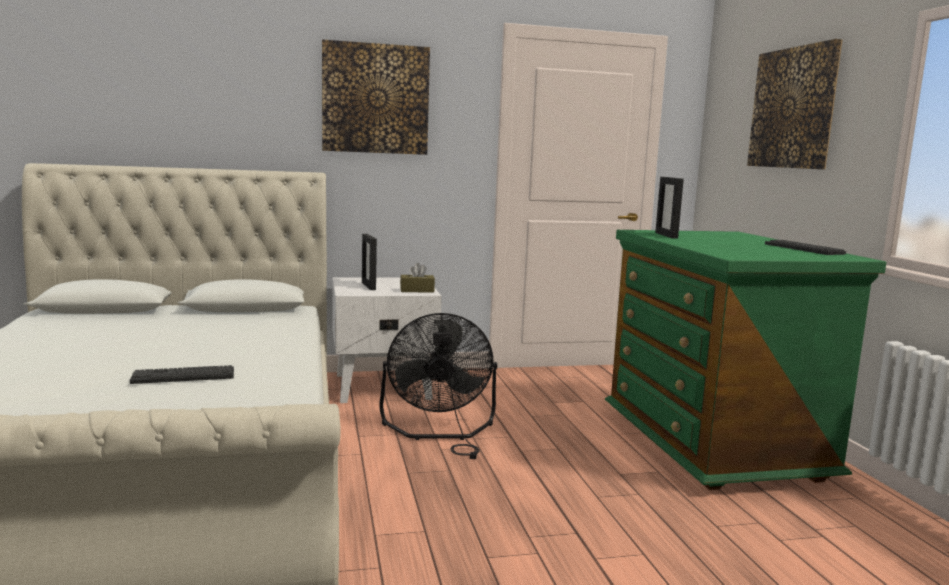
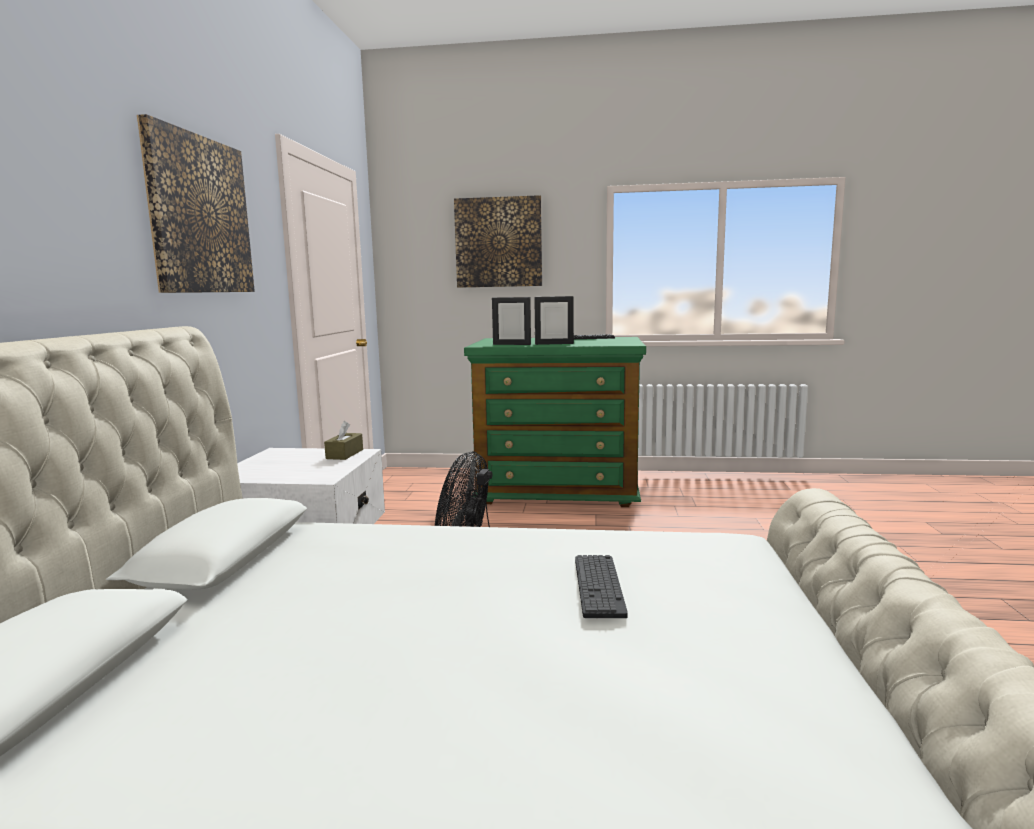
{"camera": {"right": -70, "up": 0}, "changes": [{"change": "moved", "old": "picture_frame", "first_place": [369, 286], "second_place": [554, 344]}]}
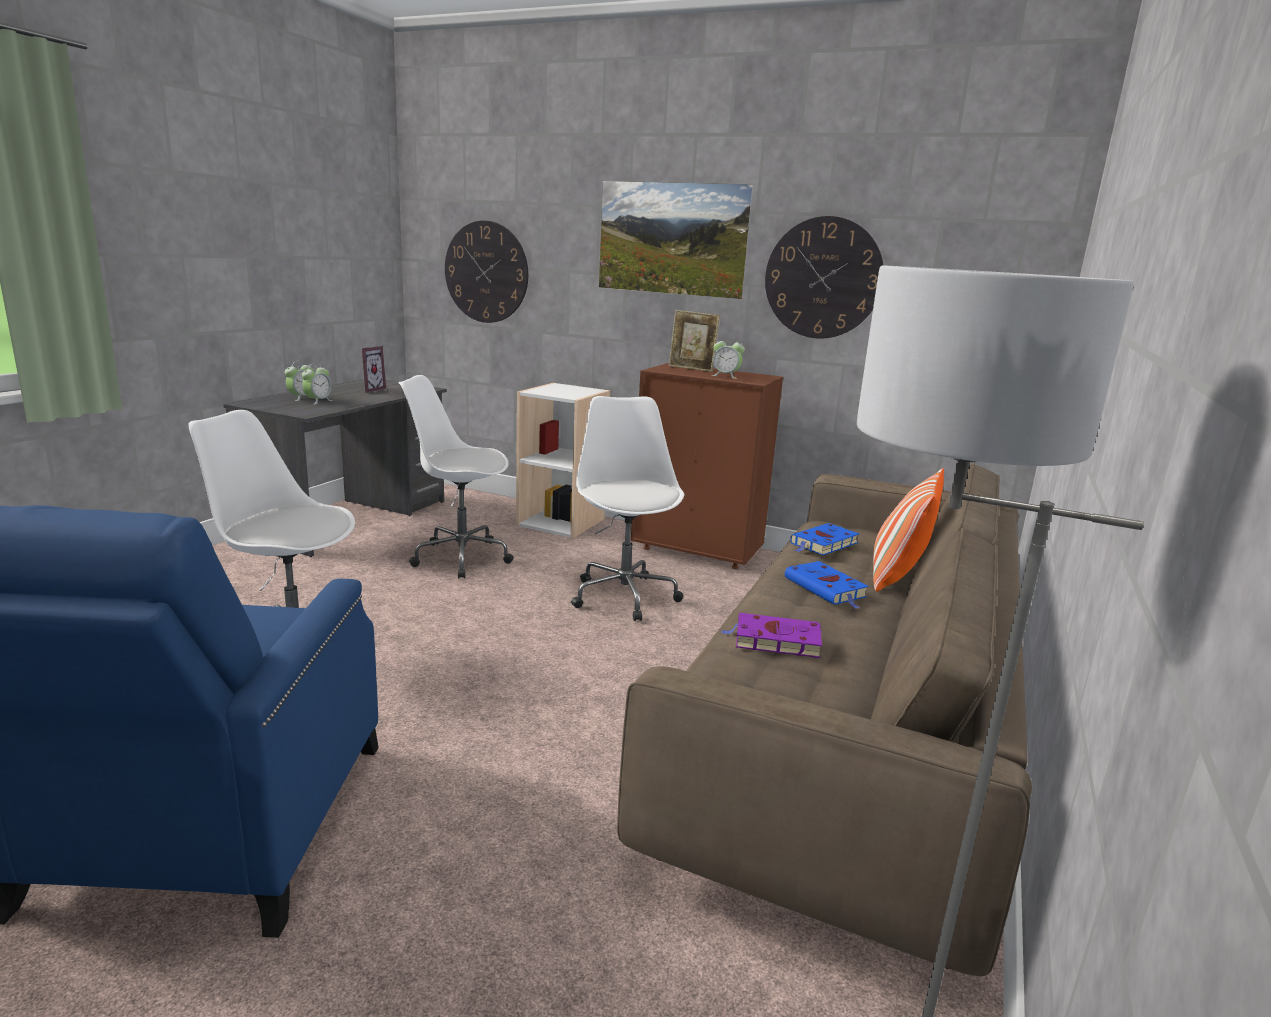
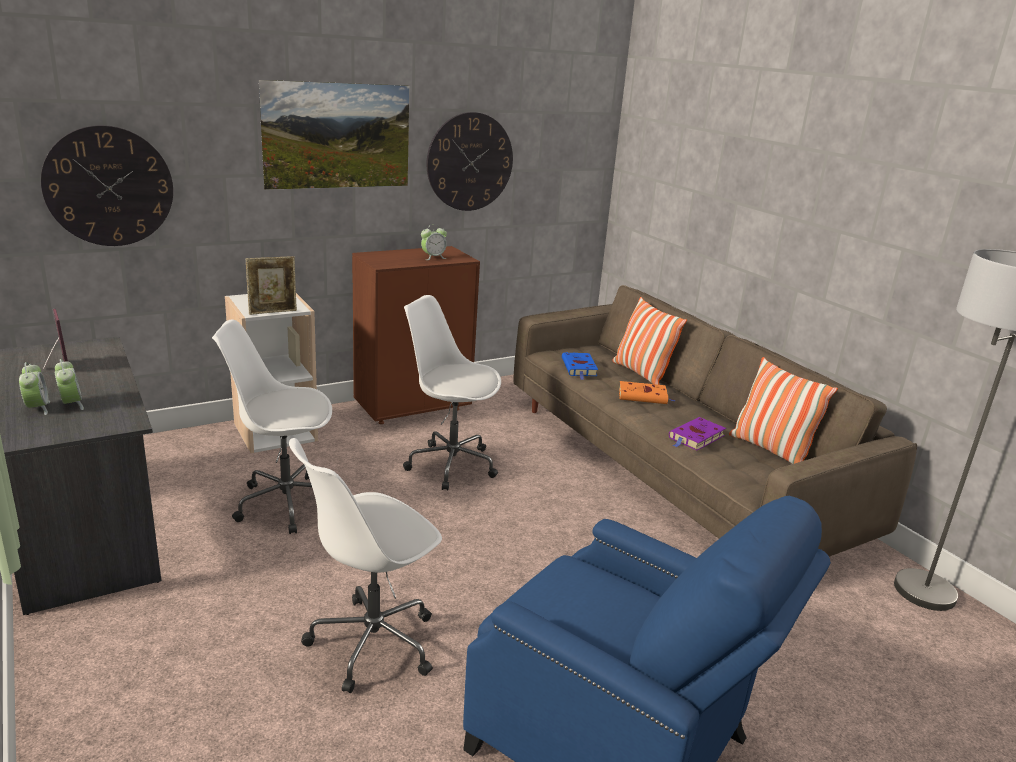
{"camera": {"right": -55, "up": 5}, "changes": [{"change": "turned", "old": "white_office_chair", "first_place": [459, 558], "second_place": [283, 504], "degrees": 45}, {"change": "moved", "old": "picture_frame", "first_place": [691, 369], "second_place": [273, 312]}, {"change": "recoloured", "old": "blue_book", "new": "orange_book", "first_place": [827, 588], "second_place": [644, 396]}, {"change": "added", "new": "pillow", "second_place": [770, 449]}]}
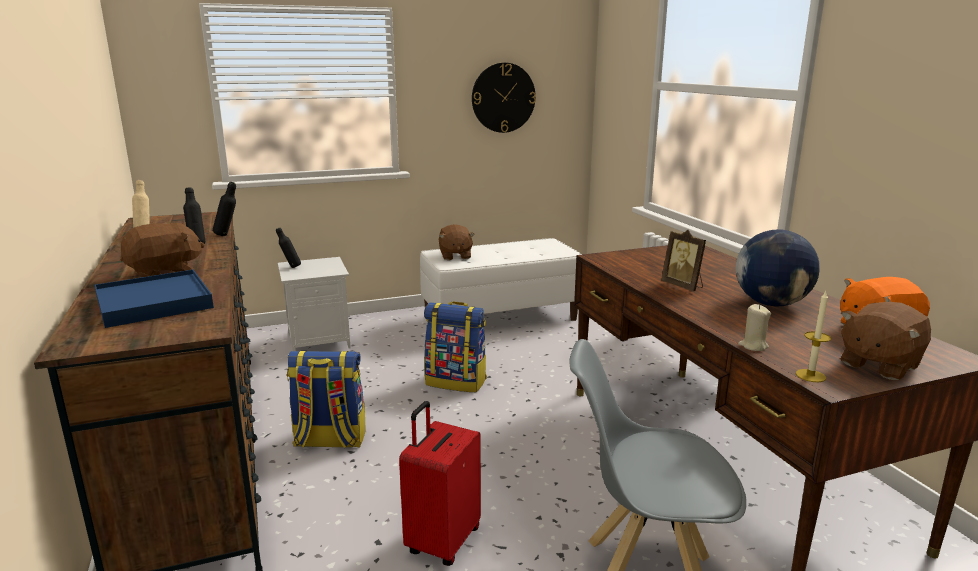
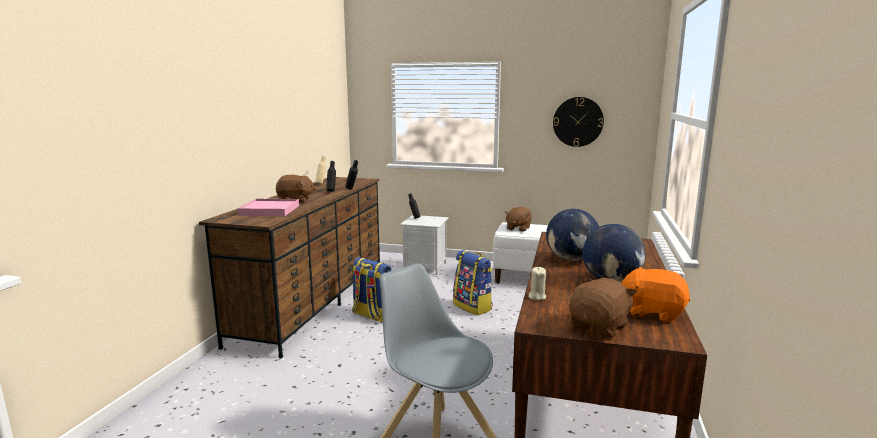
{"camera": {"right": 35, "up": -5}, "changes": [{"change": "recoloured", "old": "blue_tray", "new": "pink_tray", "first_place": [154, 303], "second_place": [269, 210]}, {"change": "removed", "old": "red_suitcase", "first_place": [442, 541]}, {"change": "replaced", "old": "picture_frame", "new": "globe", "first_place": [683, 286], "second_place": [571, 260]}, {"change": "removed", "old": "candle", "first_place": [810, 375]}, {"change": "turned", "old": "brown_plush_toy", "first_place": [878, 364], "second_place": [600, 326], "degrees": 135}]}
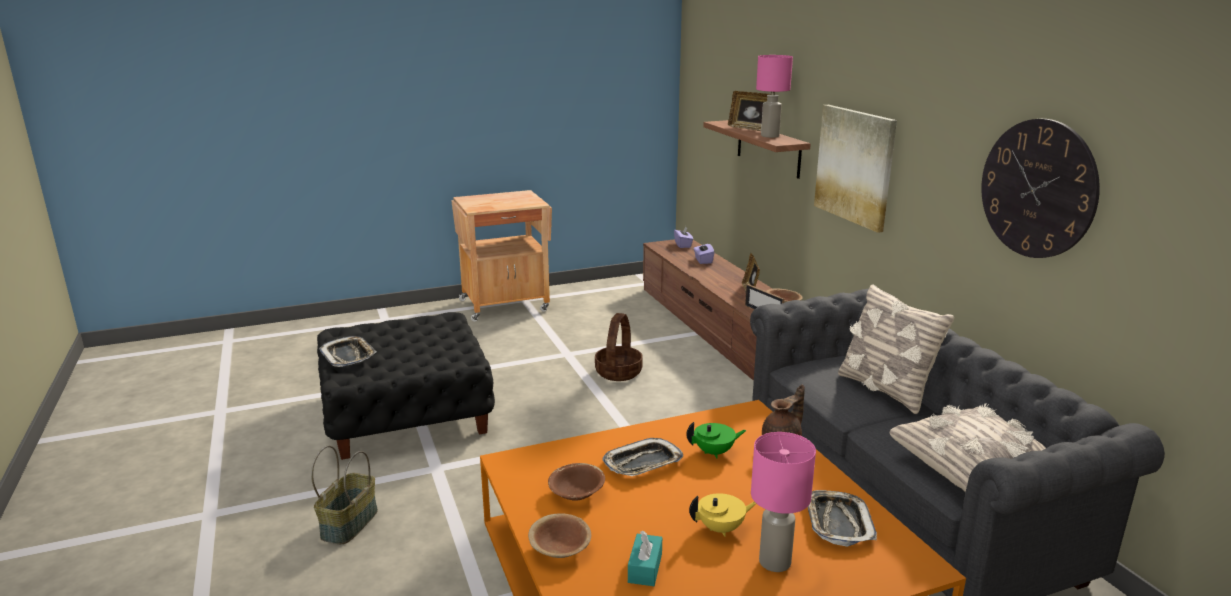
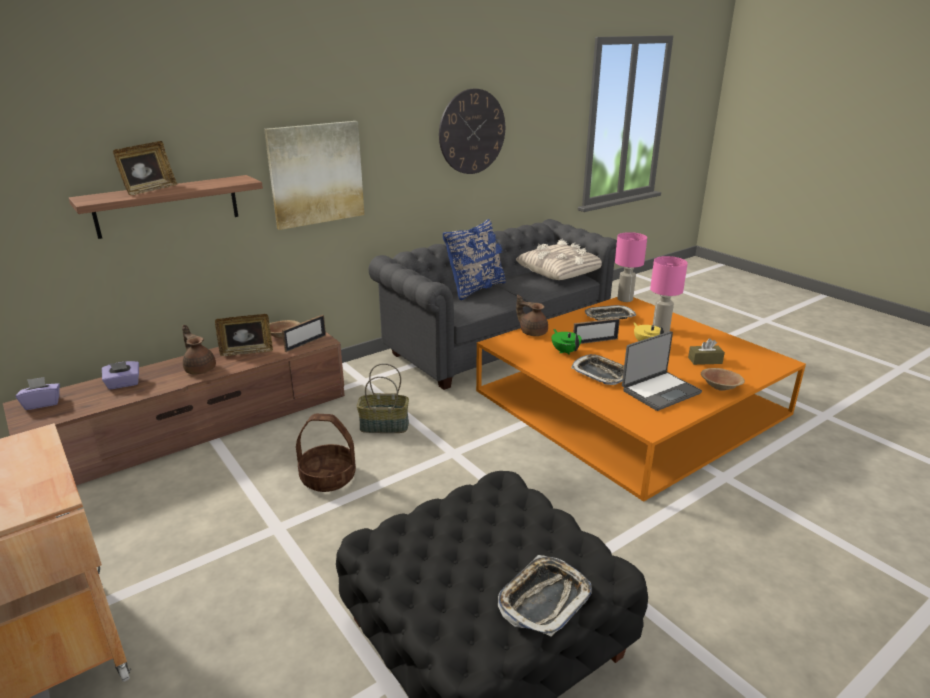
{"camera": {"right": -105, "up": 5}, "changes": [{"change": "moved", "old": "basket", "first_place": [349, 523], "second_place": [383, 426]}, {"change": "replaced", "old": "brown_bowl", "new": "laptop", "first_place": [576, 494], "second_place": [660, 391]}, {"change": "recoloured", "old": "turquoise_tissue_box", "new": "brown_tissue_box", "first_place": [645, 568], "second_place": [705, 360]}, {"change": "moved", "old": "pink_table_lamp", "first_place": [769, 136], "second_place": [625, 299]}, {"change": "recoloured", "old": "beige_pillow", "new": "blue_pillow", "first_place": [884, 390], "second_place": [476, 289]}, {"change": "added", "new": "brown_teapot", "second_place": [200, 369]}, {"change": "added", "new": "picture_frame", "second_place": [595, 341]}]}
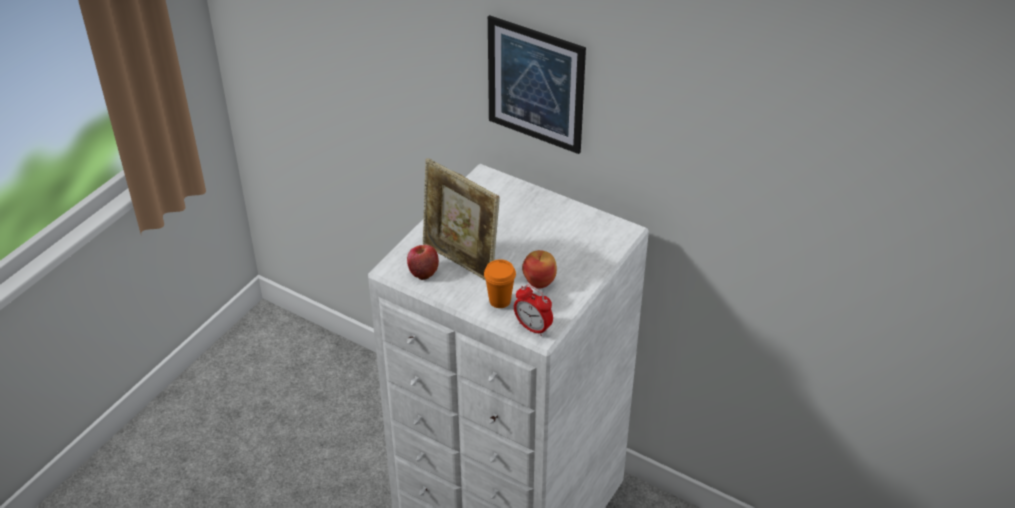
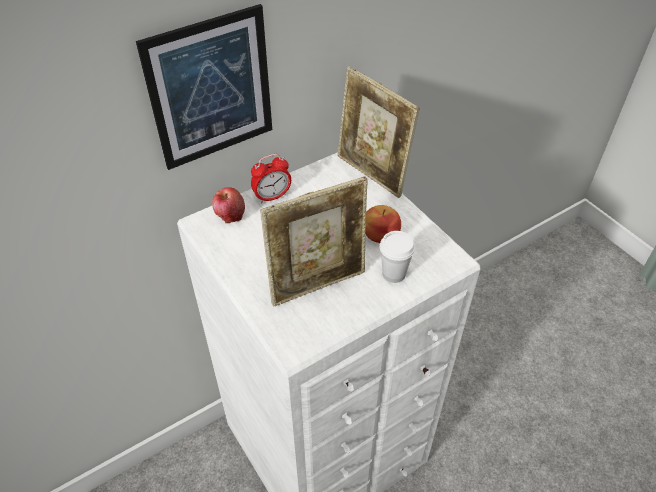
{"camera": {"right": -65, "up": 5}, "changes": [{"change": "moved", "old": "apple", "first_place": [423, 271], "second_place": [230, 215]}, {"change": "recoloured", "old": "orange_cup", "new": "white_cup", "first_place": [500, 300], "second_place": [394, 274]}, {"change": "moved", "old": "alarm_clock", "first_place": [533, 327], "second_place": [272, 196]}, {"change": "added", "new": "picture_frame", "second_place": [371, 175]}]}
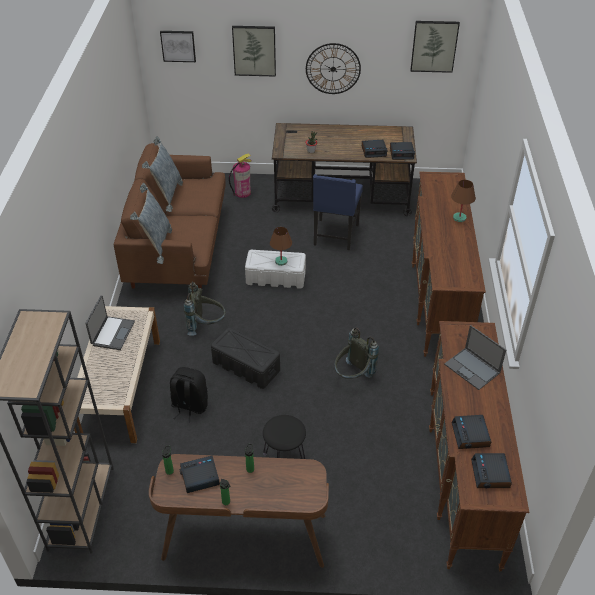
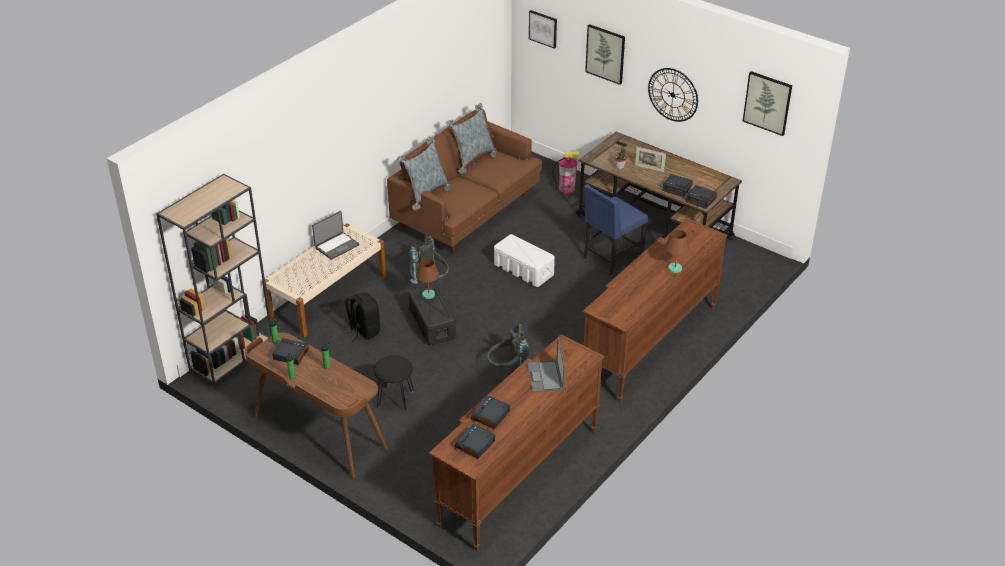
{"camera": {"right": 35, "up": -5}, "changes": [{"change": "moved", "old": "brown_table_lamp", "first_place": [281, 261], "second_place": [428, 295]}, {"change": "added", "new": "picture_frame", "second_place": [649, 168]}]}
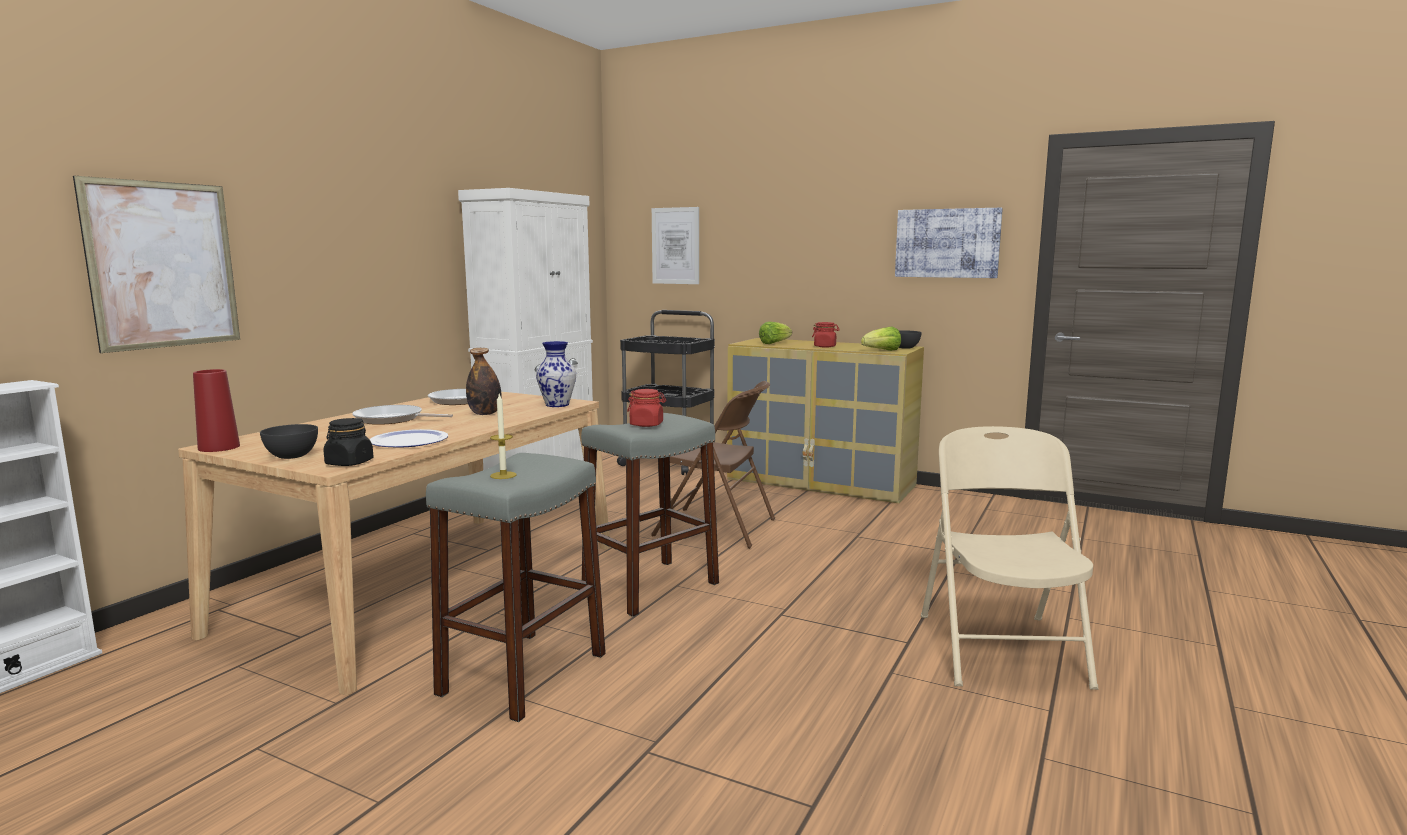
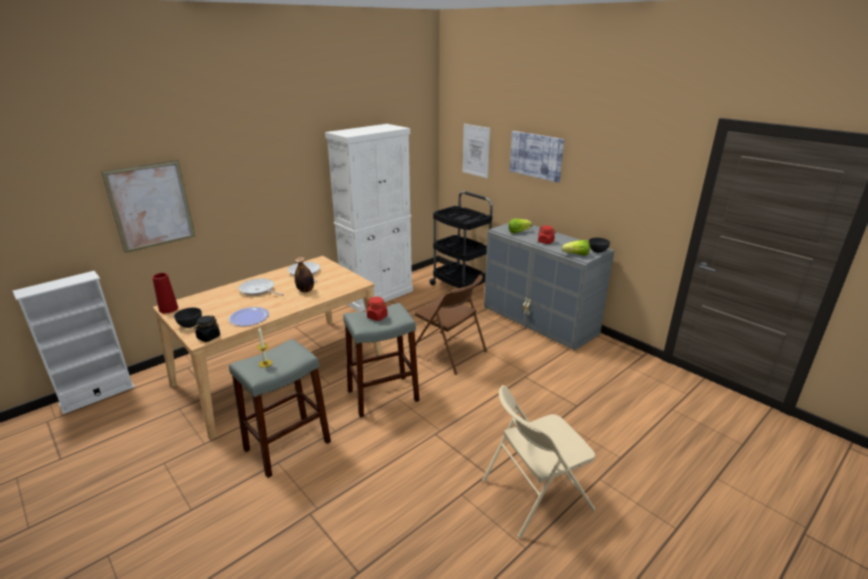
{"camera": {"right": 20, "up": 15}, "changes": [{"change": "removed", "old": "vase", "first_place": [557, 405]}, {"change": "recoloured", "old": "yellow_cabinet", "new": "grey_cabinet", "first_place": [820, 482], "second_place": [539, 321]}, {"change": "moved", "old": "picture", "first_place": [947, 243], "second_place": [536, 155]}, {"change": "turned", "old": "beige_chair", "first_place": [1002, 650], "second_place": [536, 494], "degrees": -135}]}
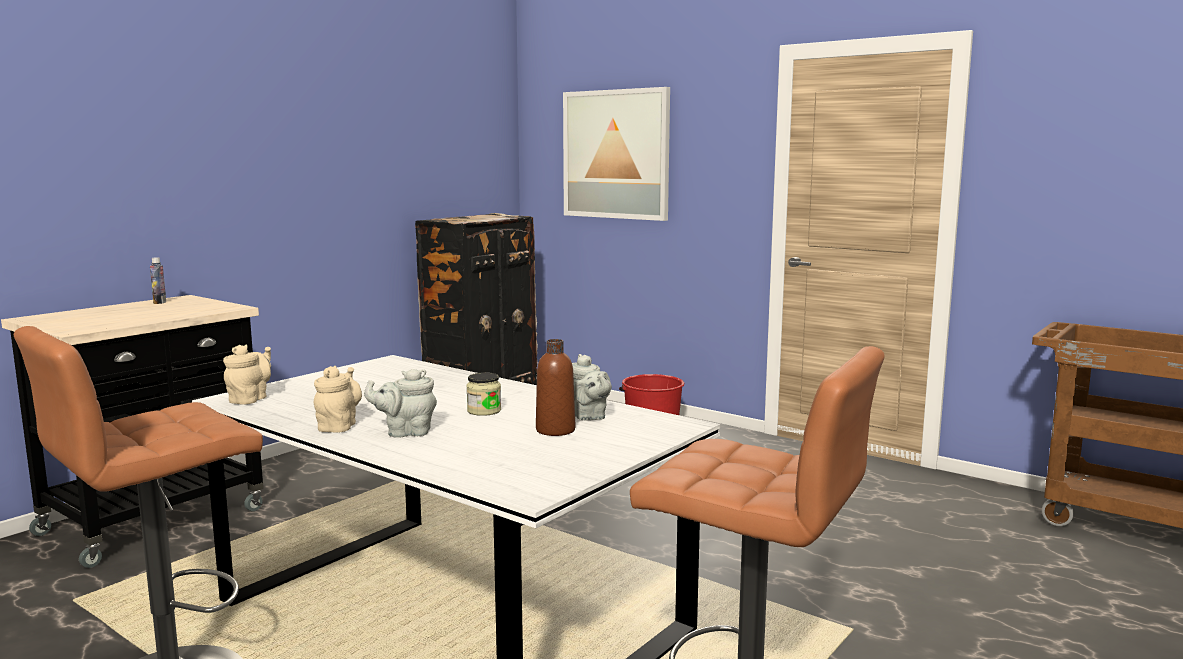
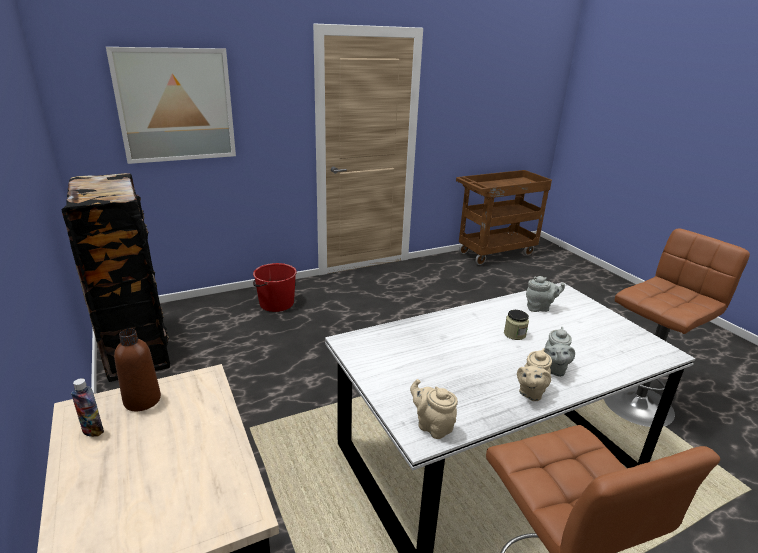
{"camera": {"right": -65, "up": 15}, "changes": [{"change": "turned", "old": "beige_teapot", "first_place": [338, 426], "second_place": [531, 393], "degrees": -90}, {"change": "moved", "old": "brown_bottle", "first_place": [555, 430], "second_place": [142, 400]}]}
